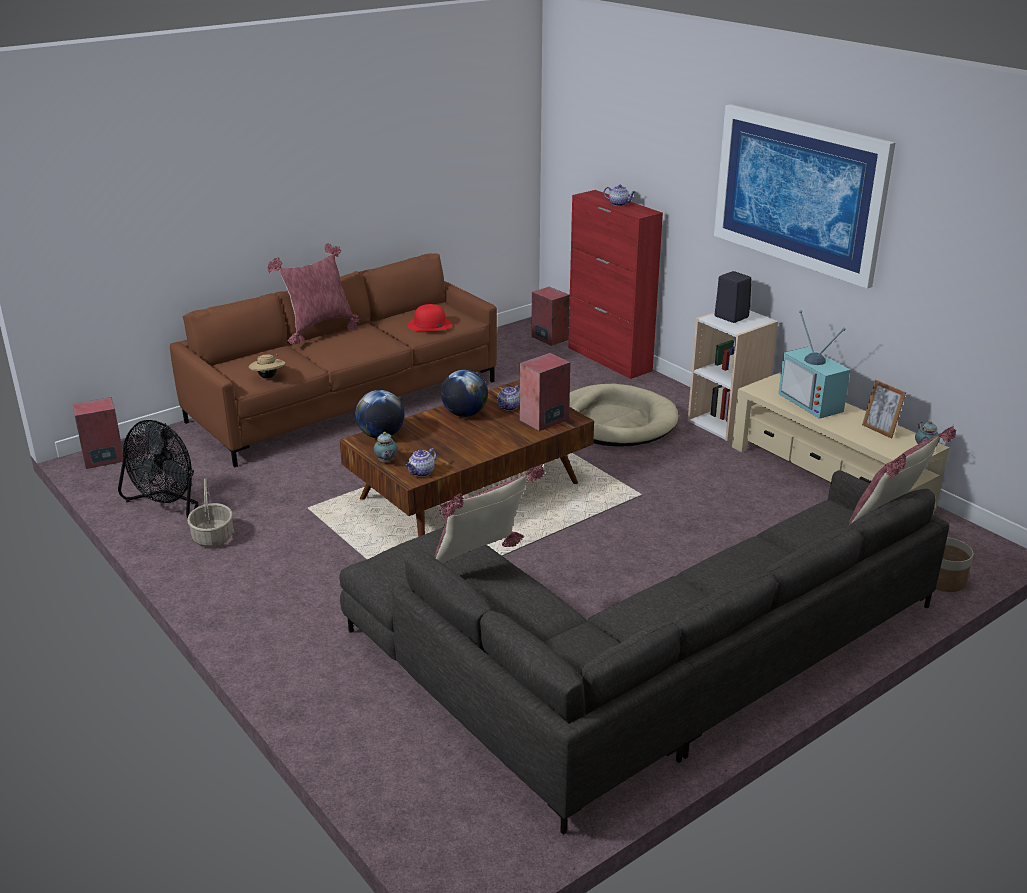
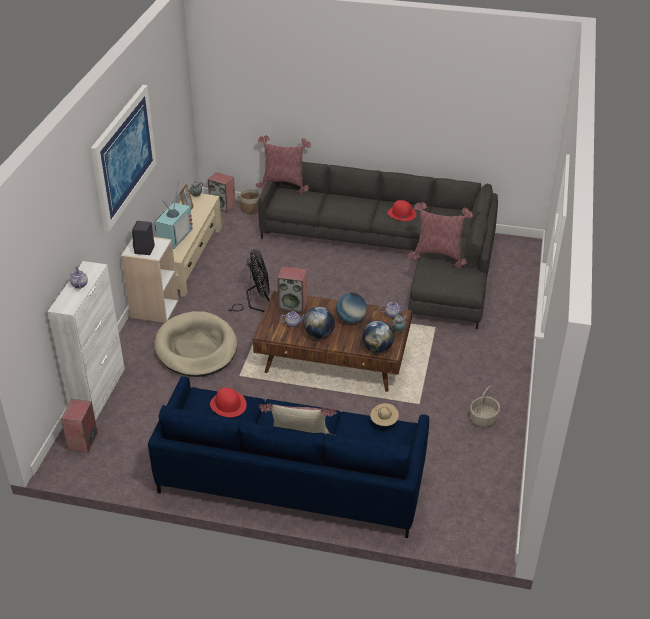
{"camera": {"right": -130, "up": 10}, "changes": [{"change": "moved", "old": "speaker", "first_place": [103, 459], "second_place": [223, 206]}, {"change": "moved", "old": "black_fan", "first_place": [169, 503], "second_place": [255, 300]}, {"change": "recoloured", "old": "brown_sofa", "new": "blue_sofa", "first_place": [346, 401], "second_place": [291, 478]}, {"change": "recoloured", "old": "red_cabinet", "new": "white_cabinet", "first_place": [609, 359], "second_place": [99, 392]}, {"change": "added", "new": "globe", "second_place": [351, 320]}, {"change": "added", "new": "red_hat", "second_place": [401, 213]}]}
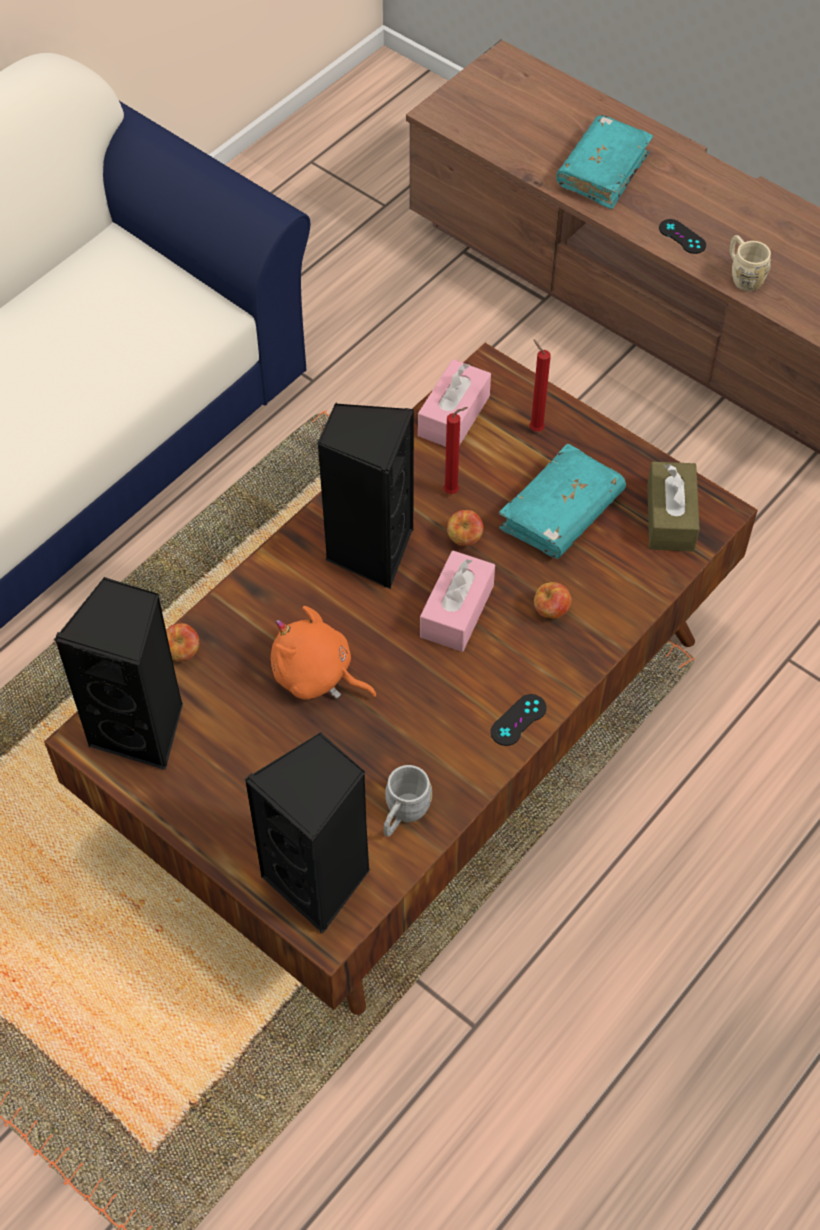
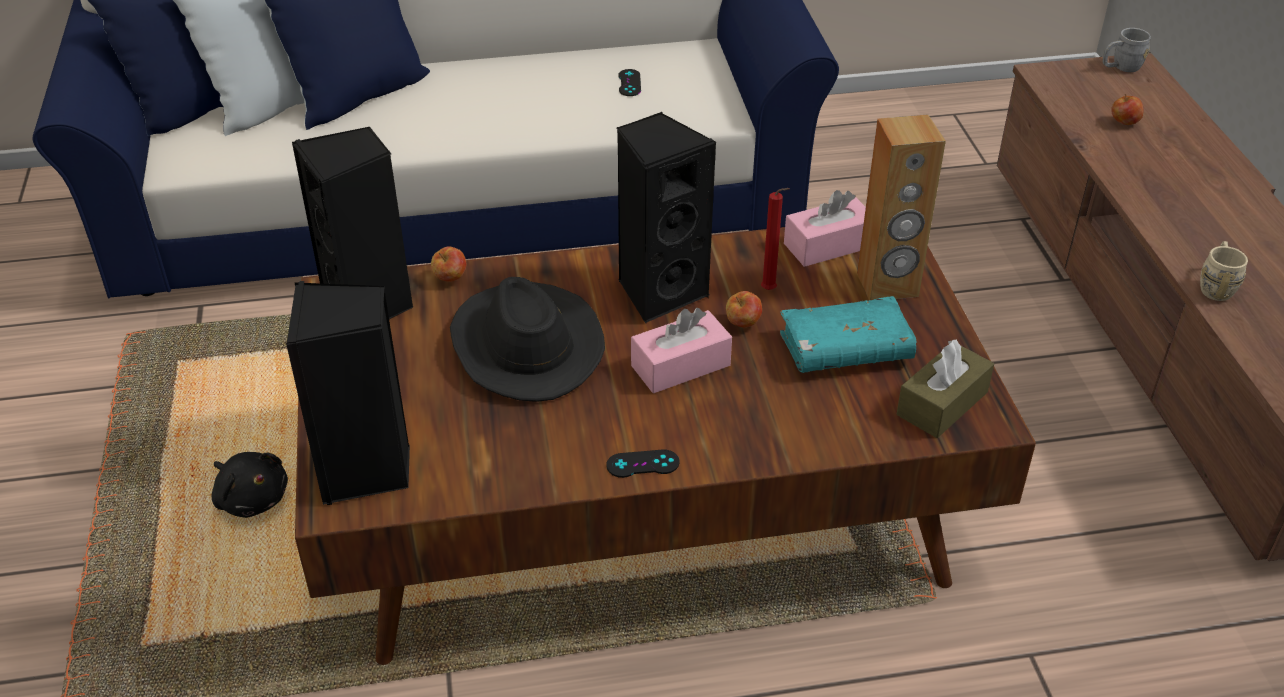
{"camera": {"right": 40, "up": -15}, "changes": [{"change": "replaced", "old": "orange_plush_toy", "new": "black_hat", "first_place": [317, 676], "second_place": [524, 345]}, {"change": "moved", "old": "grey_mug", "first_place": [403, 815], "second_place": [1120, 67]}, {"change": "replaced", "old": "red_candle", "new": "brown_speaker", "first_place": [534, 428], "second_place": [887, 285]}, {"change": "moved", "old": "apple", "first_place": [551, 611], "second_place": [1124, 123]}, {"change": "removed", "old": "turquoise_book", "first_place": [603, 171]}, {"change": "moved", "old": "black_game_controller", "first_place": [682, 237], "second_place": [629, 83]}, {"change": "added", "new": "black_plush_toy", "second_place": [252, 498]}]}
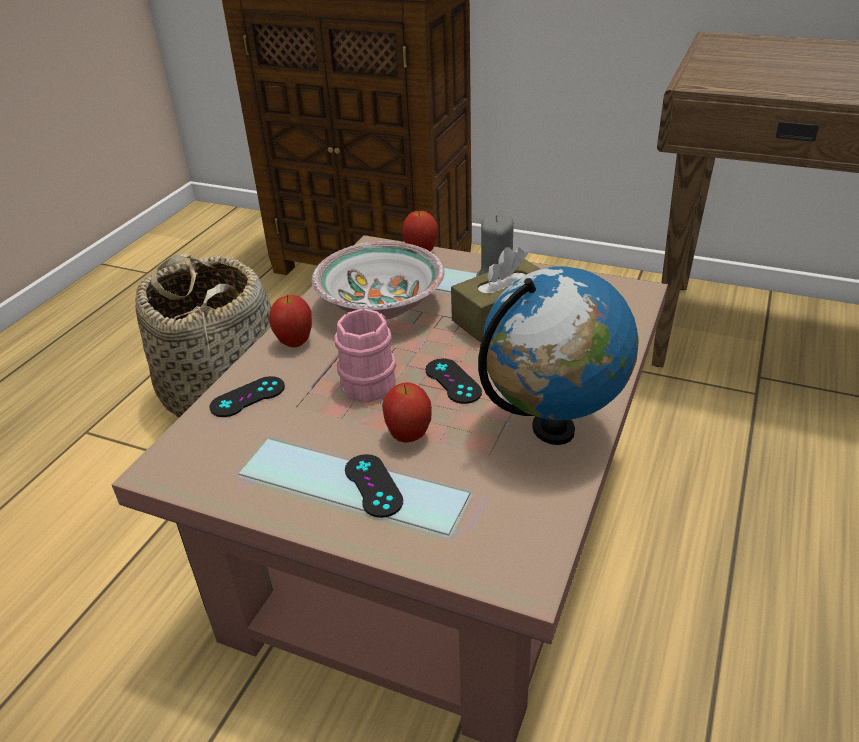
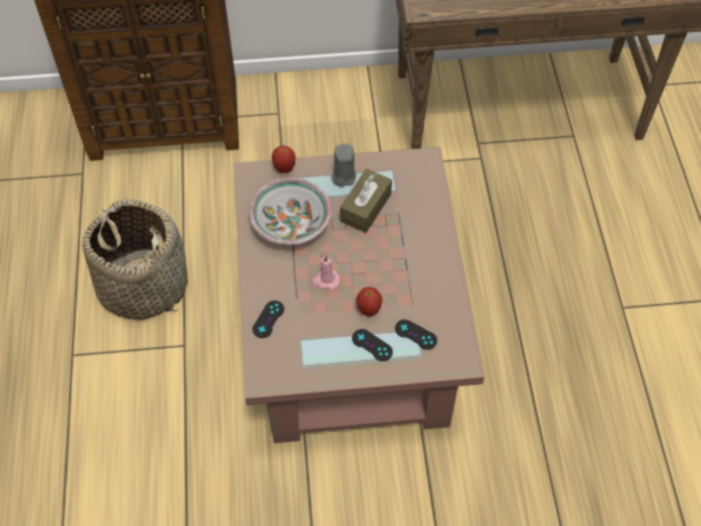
{"camera": {"right": -30, "up": 20}, "changes": [{"change": "removed", "old": "apple", "first_place": [295, 343]}, {"change": "replaced", "old": "pink_mug", "new": "pink_candle", "first_place": [372, 379], "second_place": [325, 281]}, {"change": "moved", "old": "black_game_controller", "first_place": [453, 381], "second_place": [415, 334]}, {"change": "removed", "old": "globe", "first_place": [553, 430]}]}
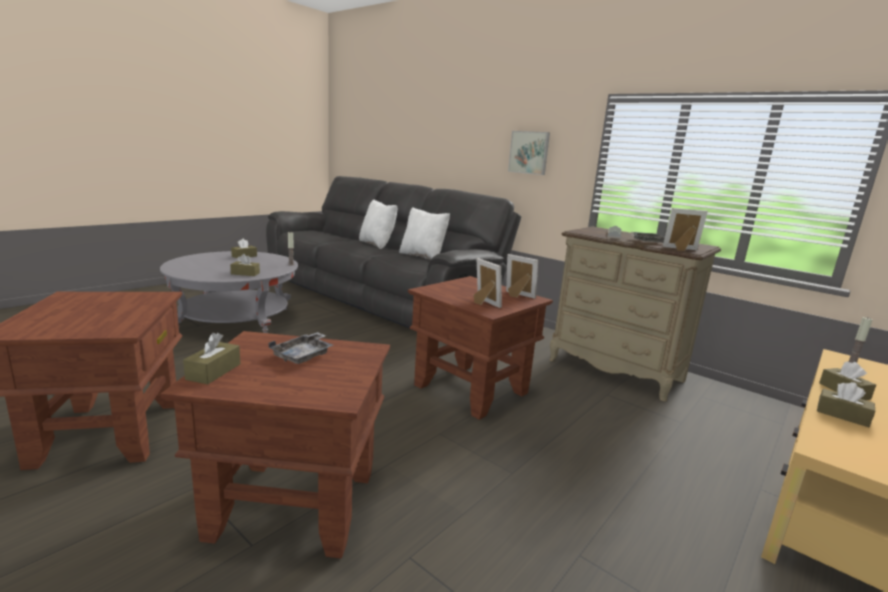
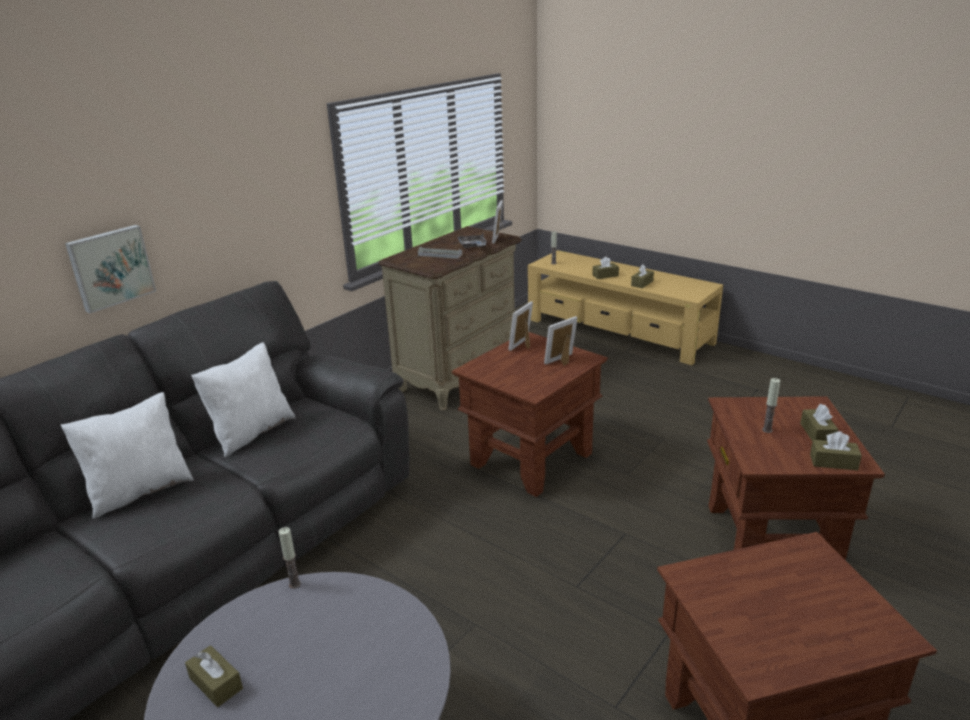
{"camera": {"right": -90, "up": 10}, "changes": [{"change": "moved", "old": "brown_tissue_box", "first_place": [245, 273], "second_place": [817, 433]}, {"change": "replaced", "old": "grey_tray", "new": "candle", "first_place": [303, 355], "second_place": [767, 430]}, {"change": "moved", "old": "picture", "first_place": [529, 152], "second_place": [110, 267]}]}
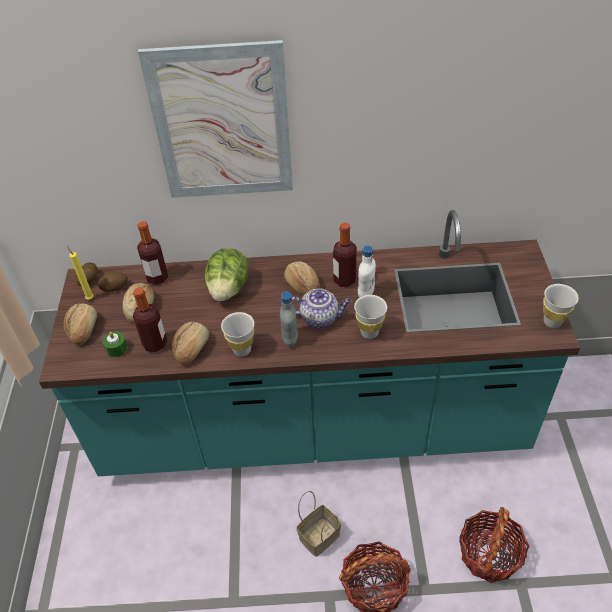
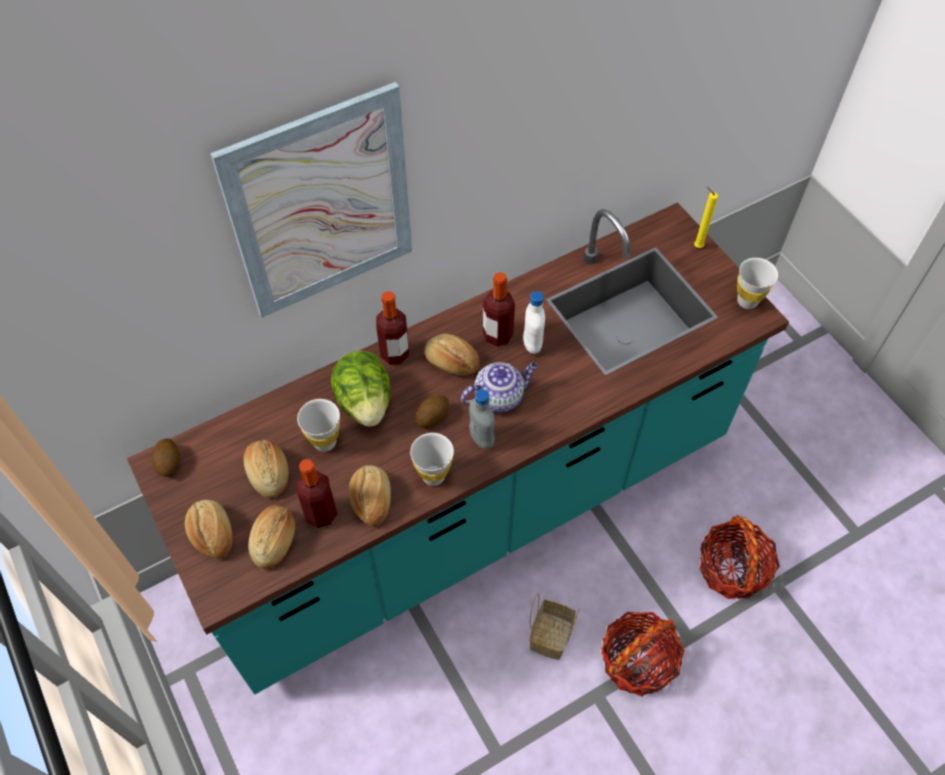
{"camera": {"right": -30, "up": 10}, "changes": [{"change": "moved", "old": "yellow_candle", "first_place": [89, 298], "second_place": [696, 246]}, {"change": "moved", "old": "potato", "first_place": [114, 287], "second_place": [432, 416]}, {"change": "replaced", "old": "green_candle", "new": "bread", "first_place": [116, 348], "second_place": [275, 541]}, {"change": "moved", "old": "bottle", "first_place": [157, 278], "second_place": [395, 354]}, {"change": "moved", "old": "white_cup", "first_place": [369, 332], "second_place": [325, 442]}]}
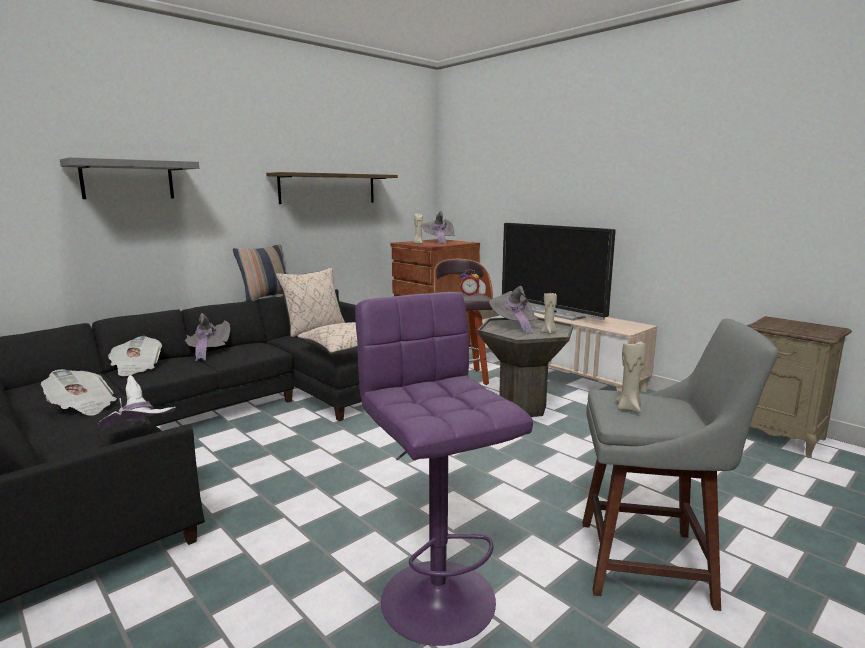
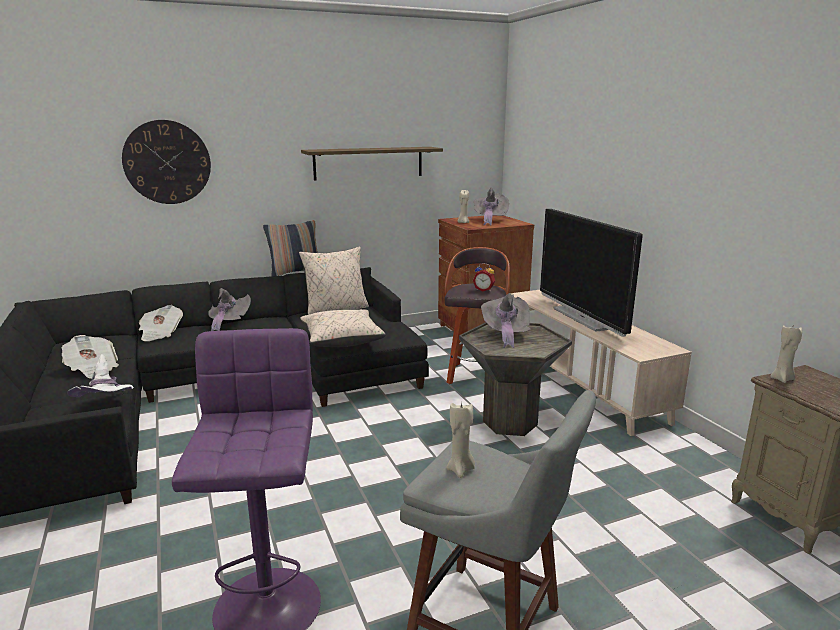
{"camera": {"right": 20, "up": 5}, "changes": [{"change": "replaced", "old": "grey_shelf", "new": "wall_clock", "first_place": [128, 180], "second_place": [167, 162]}, {"change": "moved", "old": "beige_candle", "first_place": [549, 332], "second_place": [782, 379]}]}
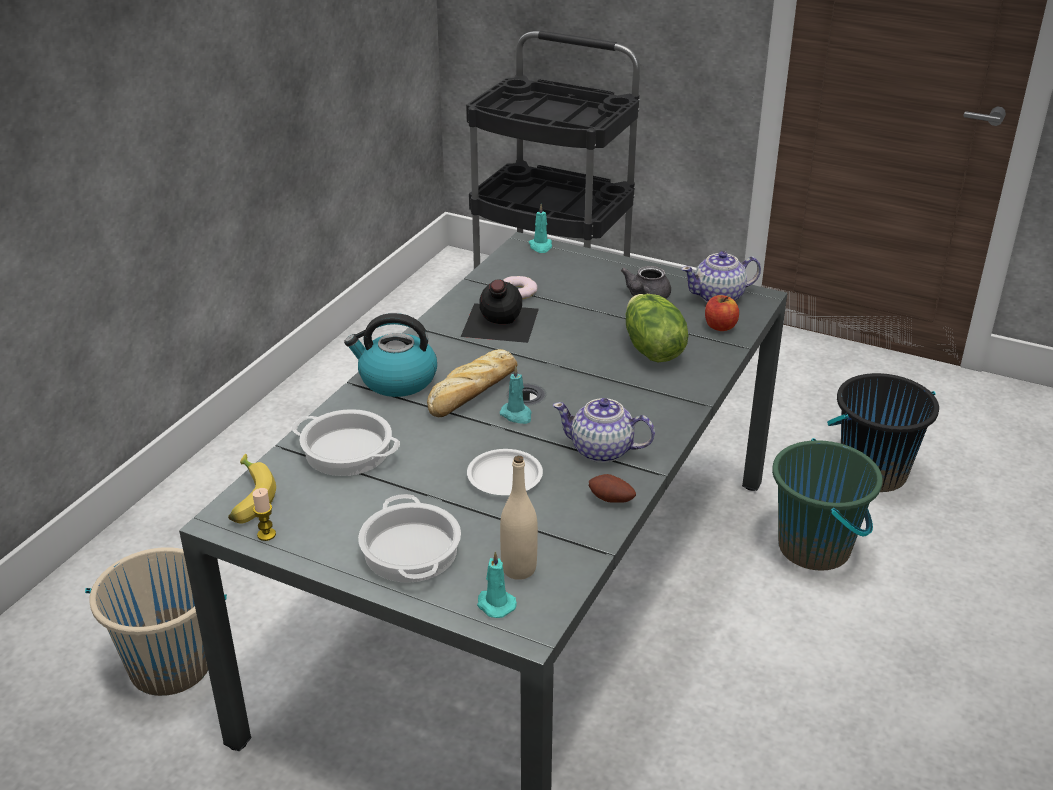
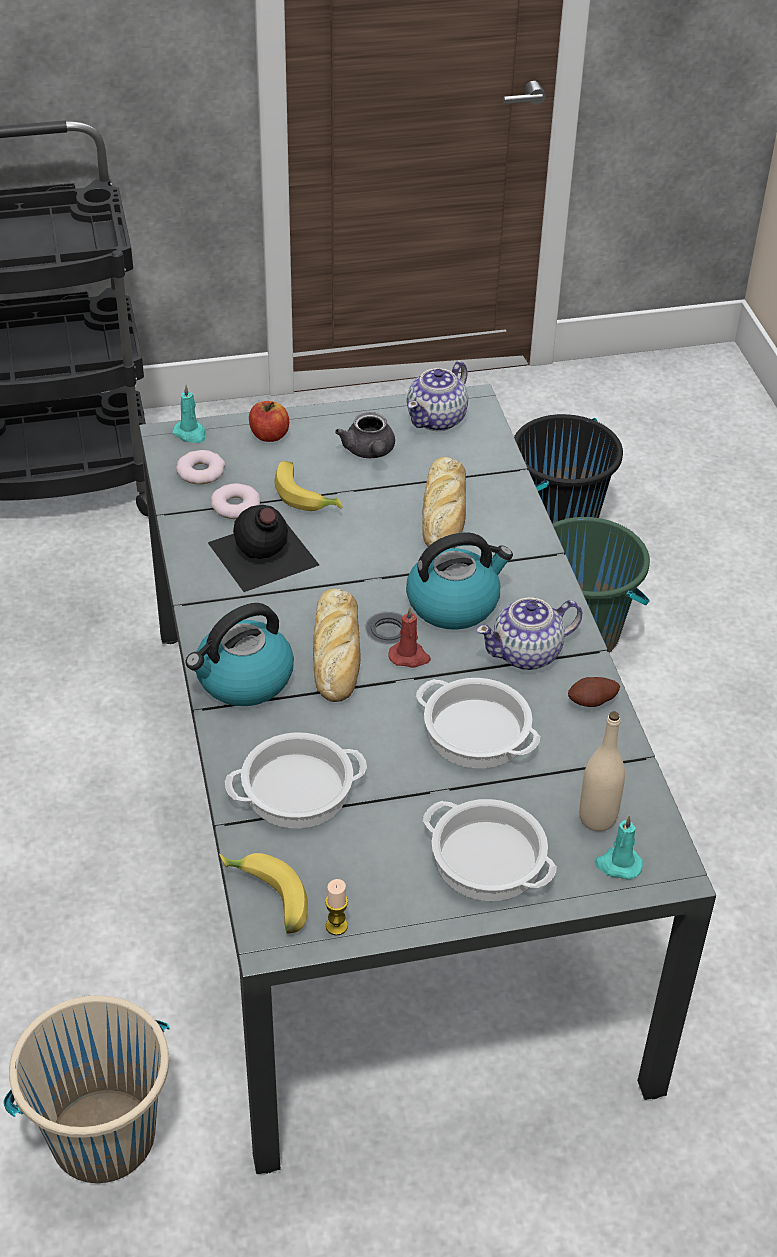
{"camera": {"right": -40, "up": 10}, "changes": [{"change": "replaced", "old": "white_plate", "new": "cooking_pot", "first_place": [505, 477], "second_place": [478, 731]}, {"change": "recoloured", "old": "turquoise_candle", "new": "red_candle", "first_place": [517, 415], "second_place": [409, 657]}, {"change": "replaced", "old": "lettuce", "new": "bread", "first_place": [651, 349], "second_place": [444, 514]}, {"change": "moved", "old": "apple", "first_place": [720, 326], "second_place": [269, 435]}, {"change": "added", "new": "donut", "second_place": [201, 472]}, {"change": "added", "new": "banana", "second_place": [307, 495]}, {"change": "added", "new": "kettle", "second_place": [454, 603]}]}
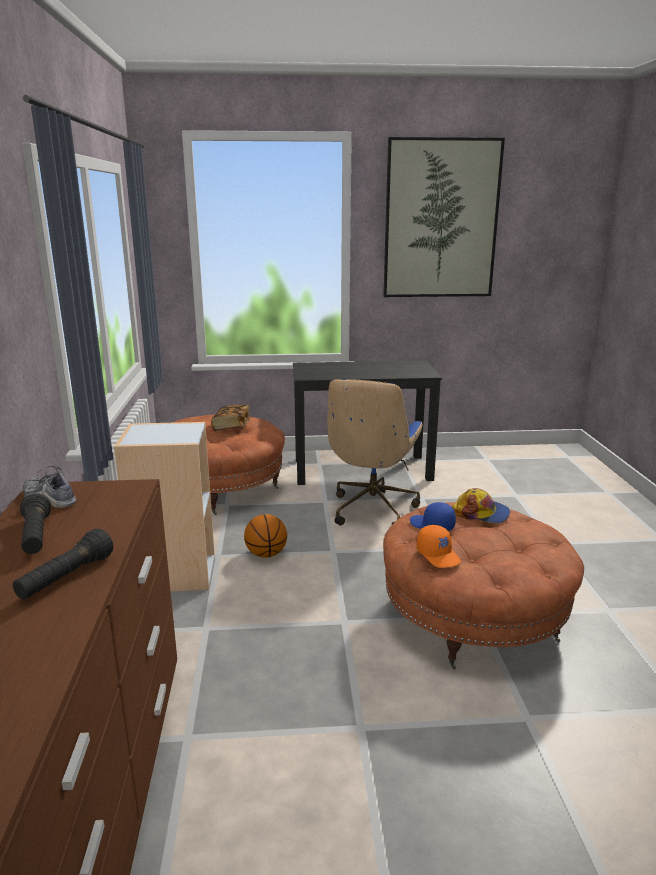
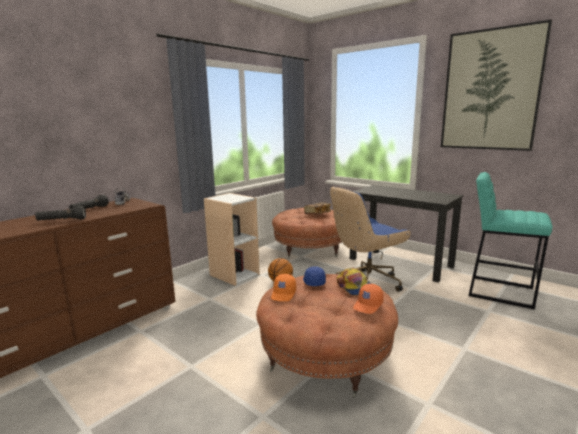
{"camera": {"right": 45, "up": -5}, "changes": [{"change": "added", "new": "orange_cap", "second_place": [368, 305]}, {"change": "added", "new": "turquoise_stool", "second_place": [498, 291]}]}
